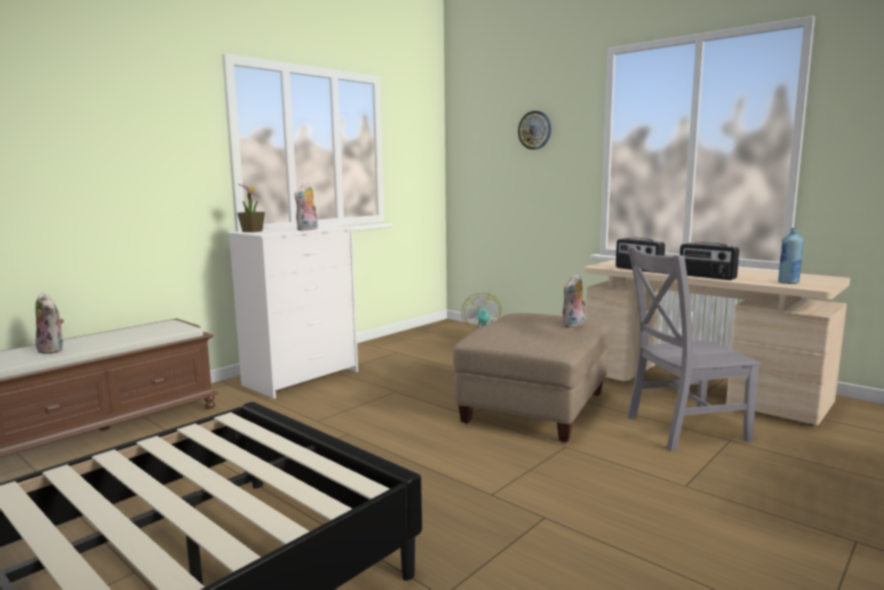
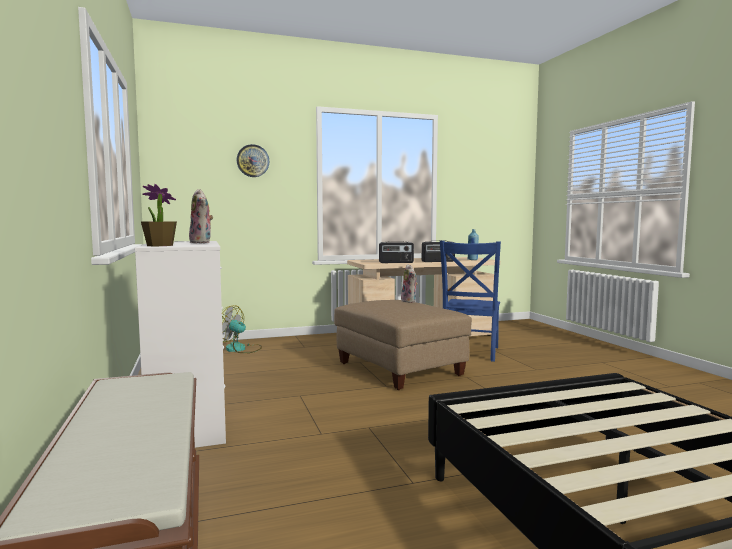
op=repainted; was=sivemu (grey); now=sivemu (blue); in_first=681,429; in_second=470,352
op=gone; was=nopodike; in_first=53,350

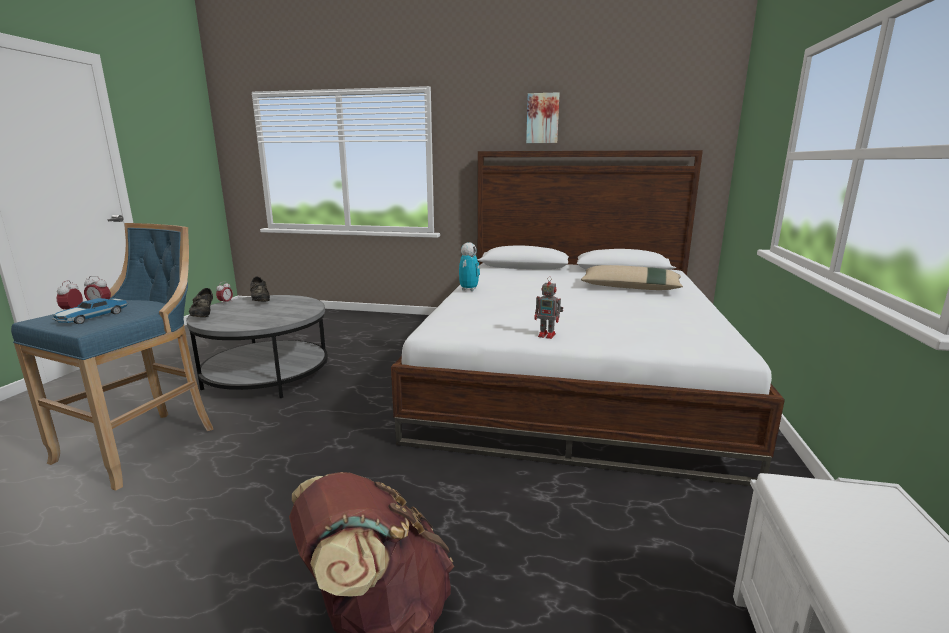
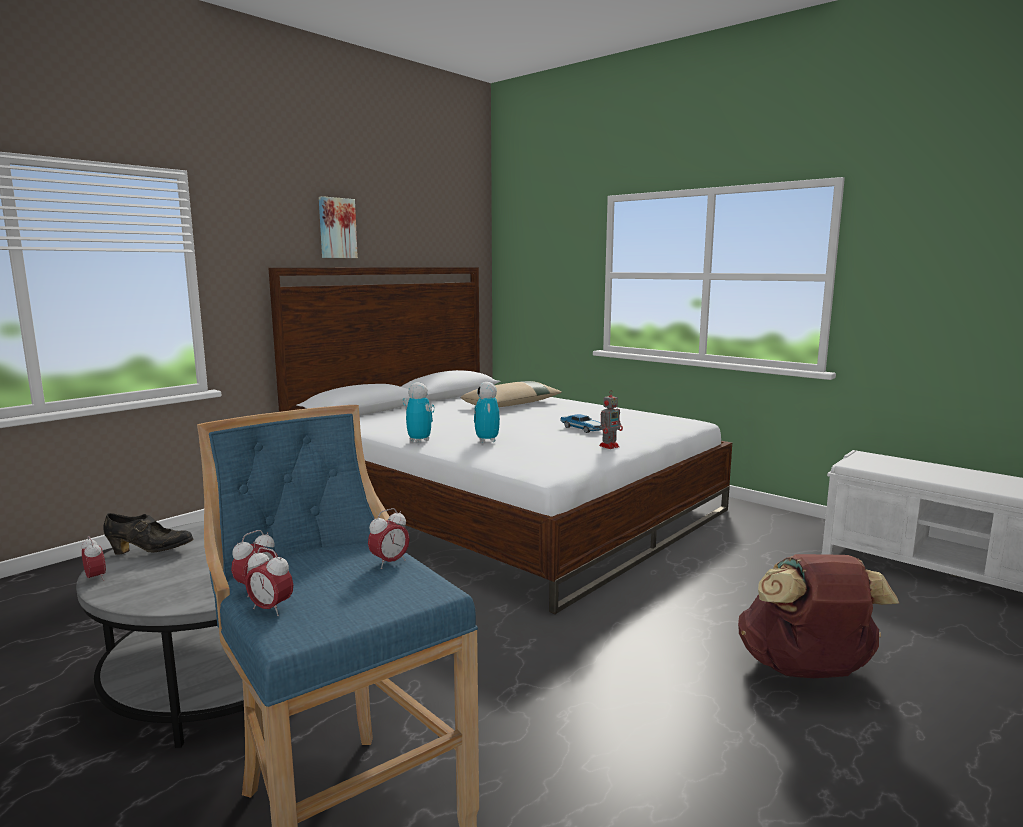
op=gone; was=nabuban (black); in_first=203,315
op=shifted; was=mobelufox; in_first=91,317; in_second=583,429
op=new; now=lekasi; in_second=487,440
op=new; now=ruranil; in_second=389,562

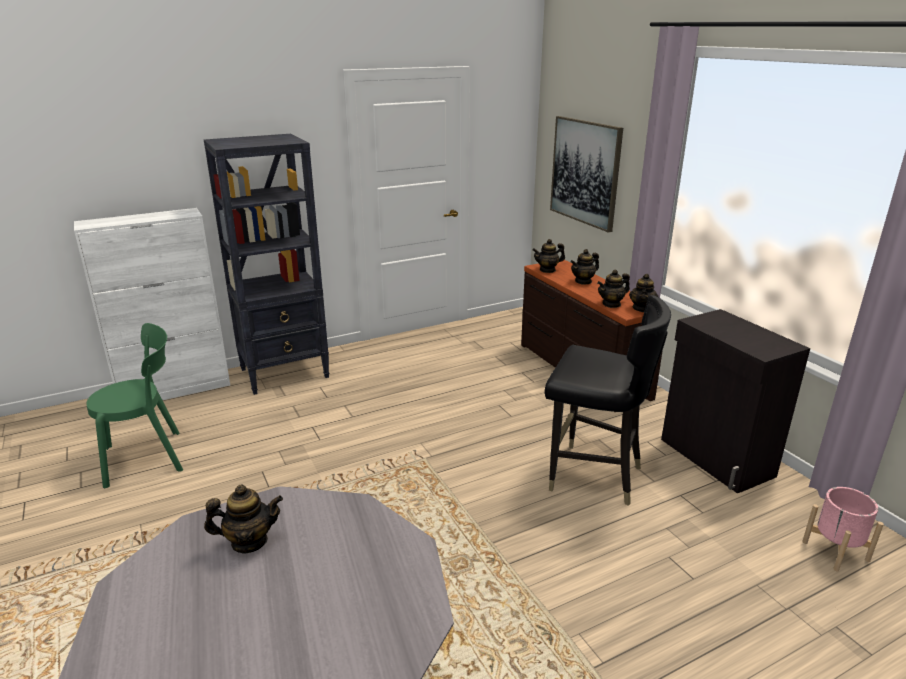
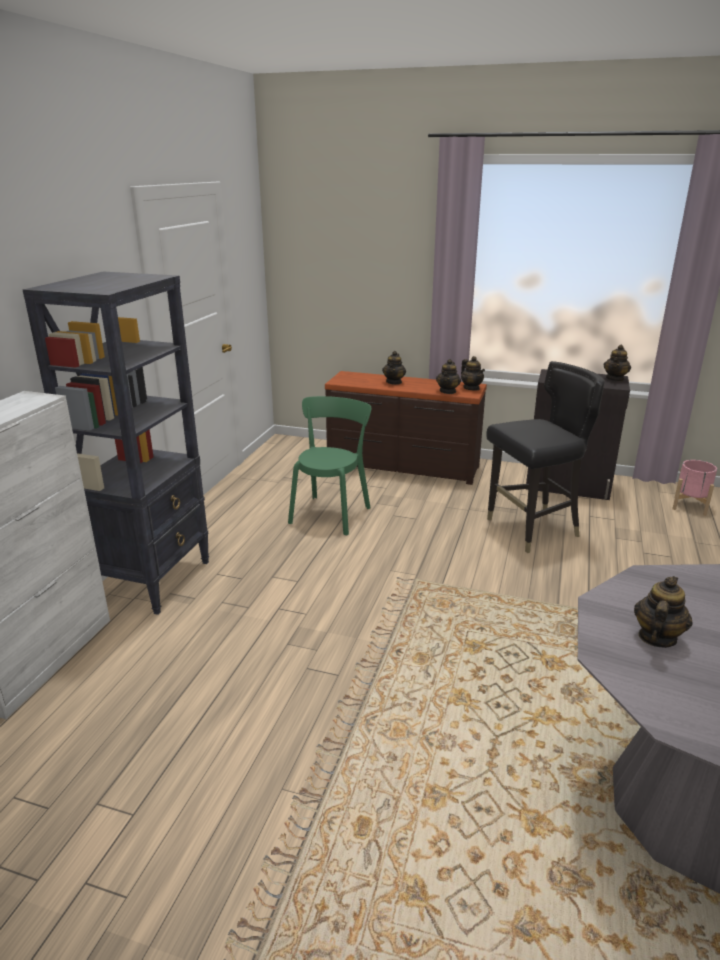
op=gone; was=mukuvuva; in_first=585,172
op=shifted; was=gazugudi; in_first=547,270; in_second=615,379
op=shifted; was=sivemu (green); in_first=149,457; in_second=331,513

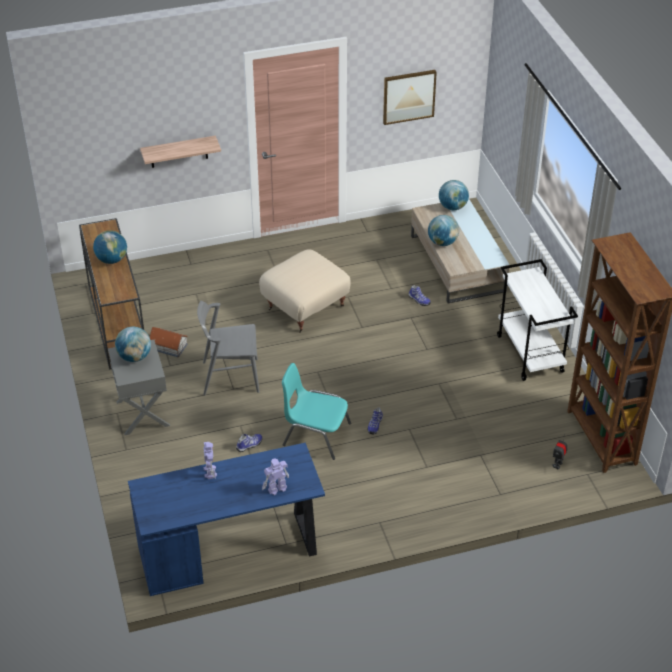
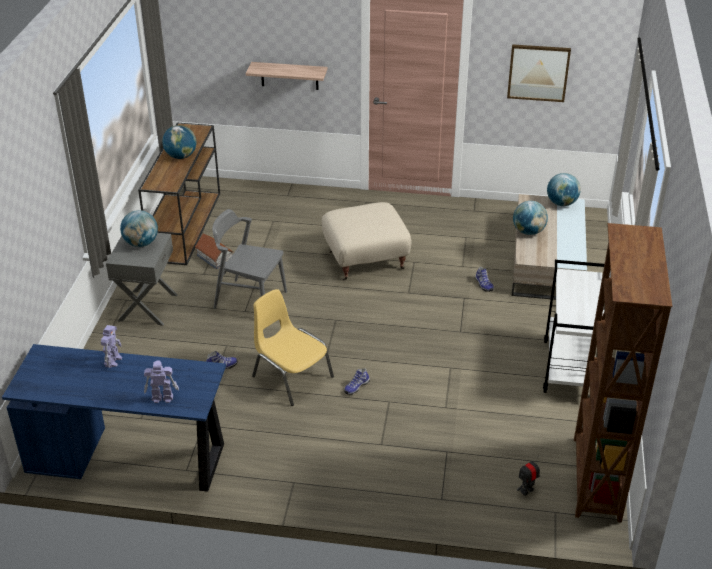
op=repainted; was=sivemu (turquoise); now=sivemu (yellow); in_first=315,434; in_second=291,376

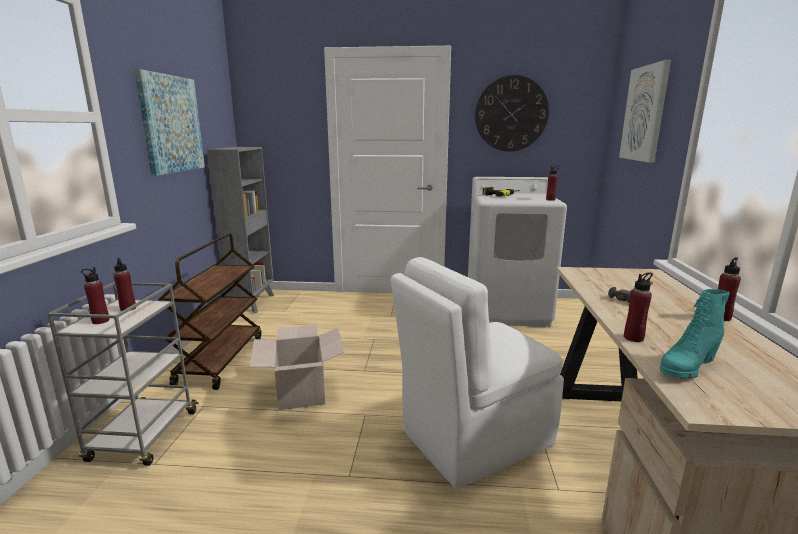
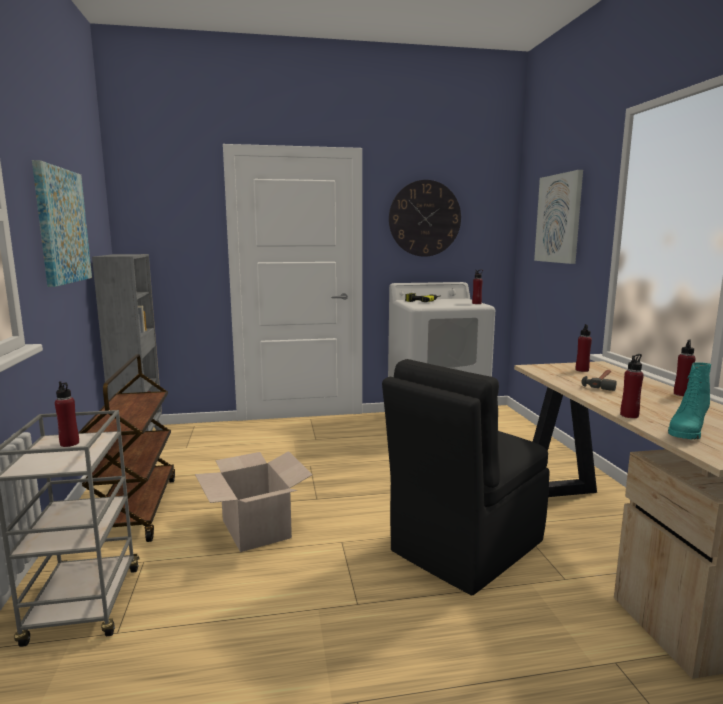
op=repainted; was=sivemu (white); now=sivemu (black); in_first=473,439; in_second=464,547
op=shifted; was=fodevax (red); in_first=100,321; in_second=582,370

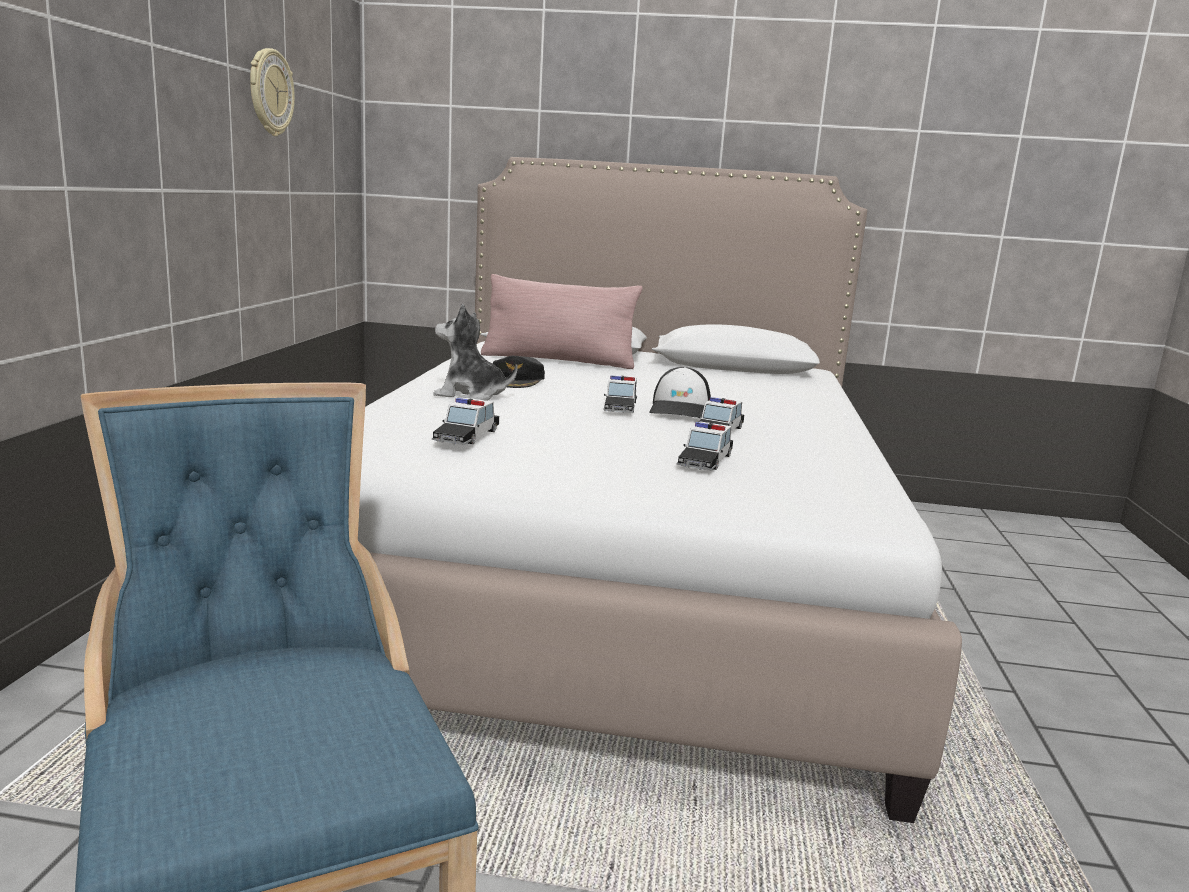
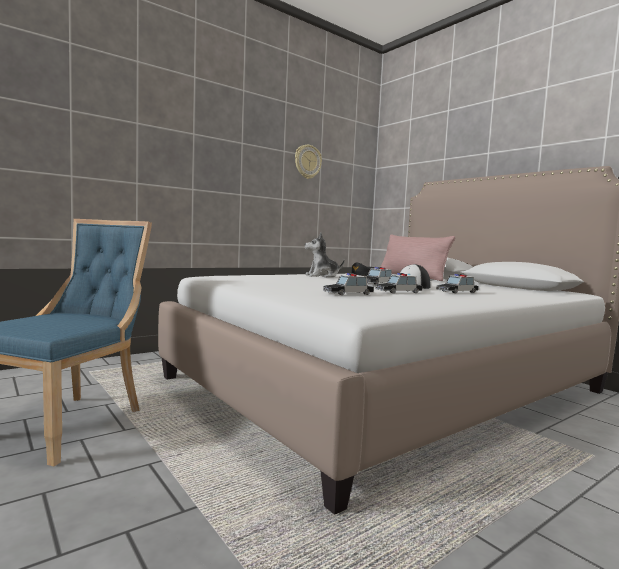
op=rotated; was=nopodike; in_first=471,396; in_second=322,276; clockwise=-75
op=shifted; was=mobelufox; in_first=466,436; in_second=457,292

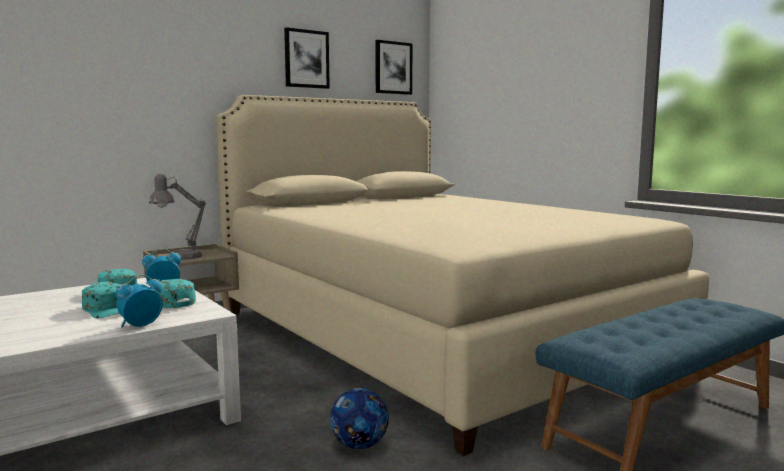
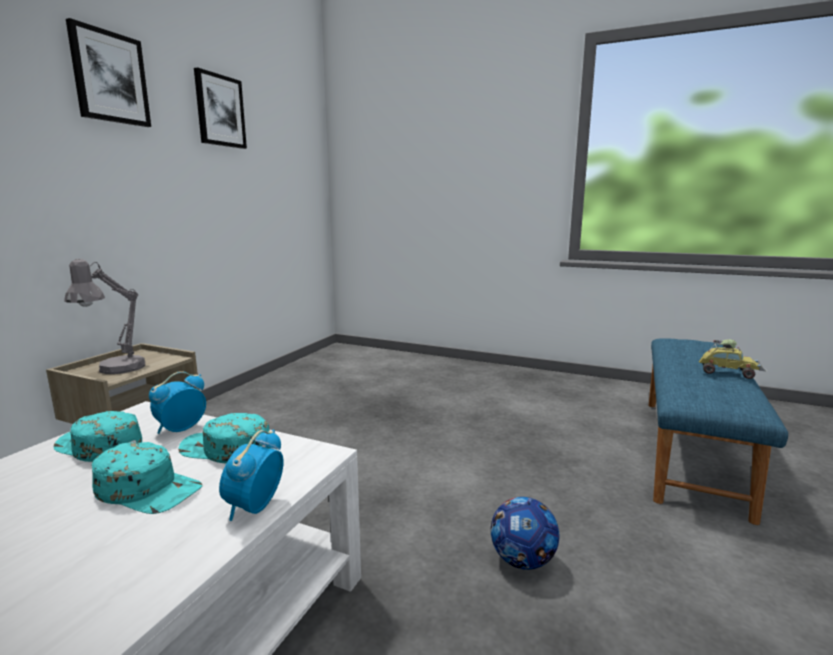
op=shifted; was=mukuvuva; in_first=393,68; in_second=110,77
op=gone; was=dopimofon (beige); in_first=433,334
op=new; now=mobelufox; in_second=728,371

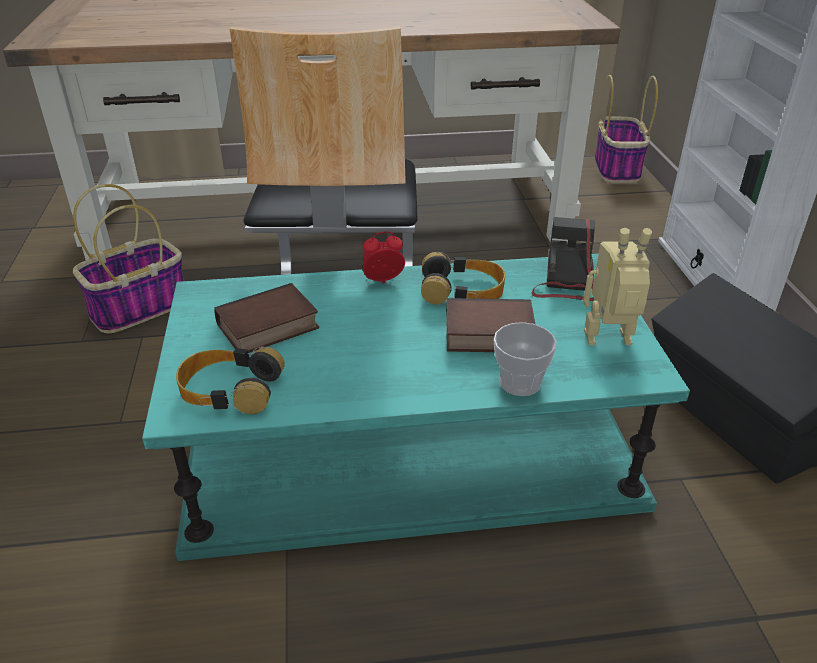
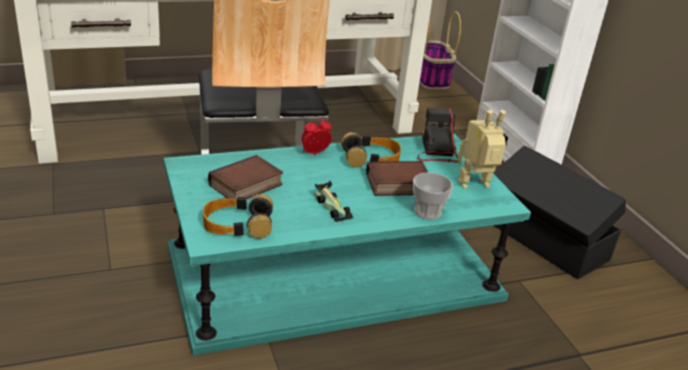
op=gone; was=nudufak; in_first=140,307
op=new; now=mobelufox; in_second=331,206

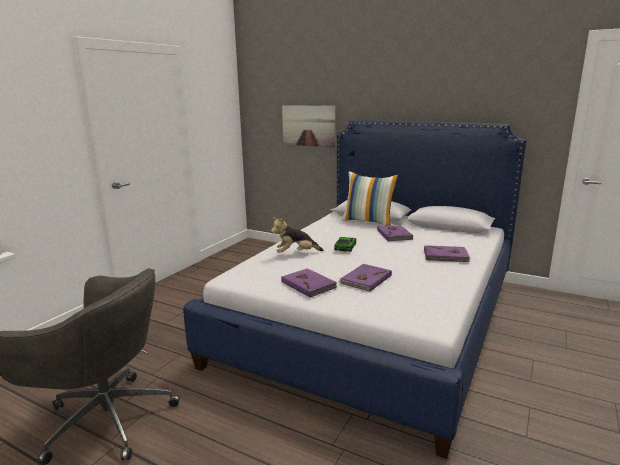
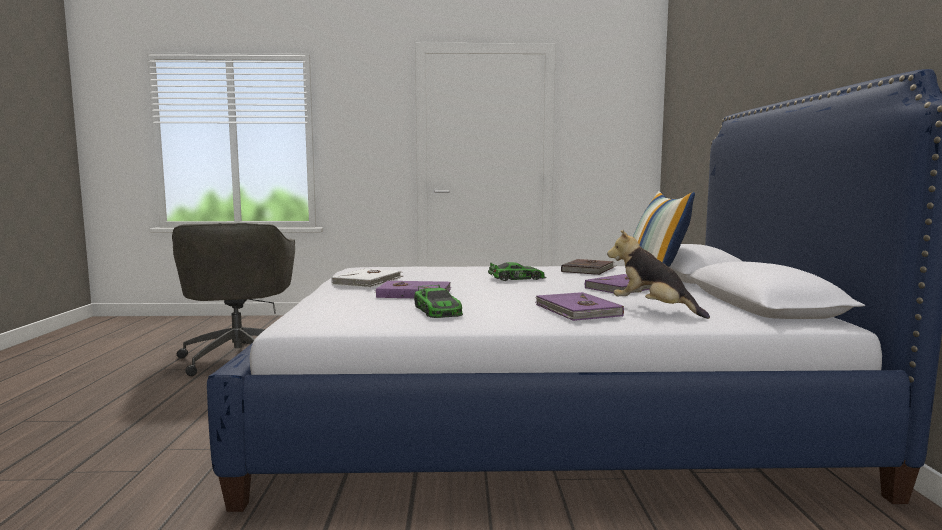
op=gone; was=mukuvuva; in_first=308,125
op=shifted; was=nopodike; in_first=296,254; in_second=653,310
op=repainted; was=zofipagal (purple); now=zofipagal (white); in_first=309,284; in_second=368,281
op=new; now=zofipagal (brown); in_second=589,269
op=new; now=mobelufox; in_second=437,310

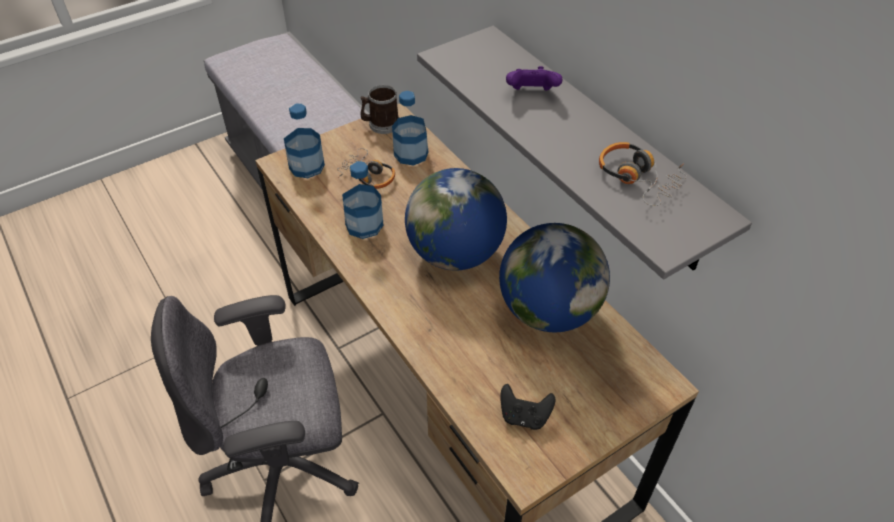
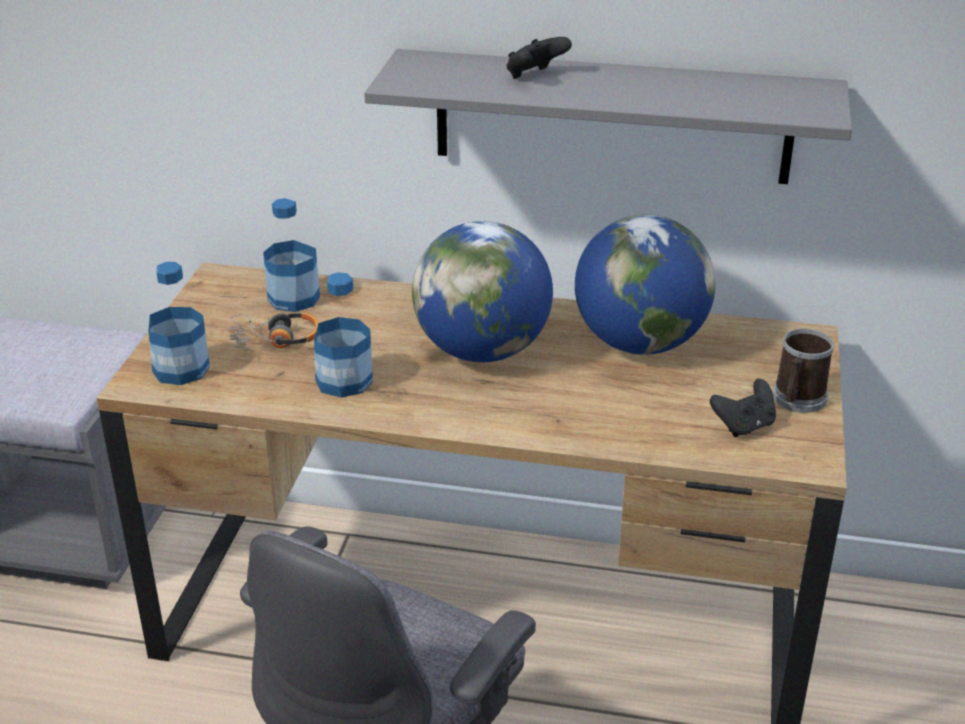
op=repainted; was=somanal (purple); now=somanal (black); in_first=531,94; in_second=535,76
op=shifted; was=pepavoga; in_first=380,124; in_second=797,400
op=gone; was=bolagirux; in_first=638,178

